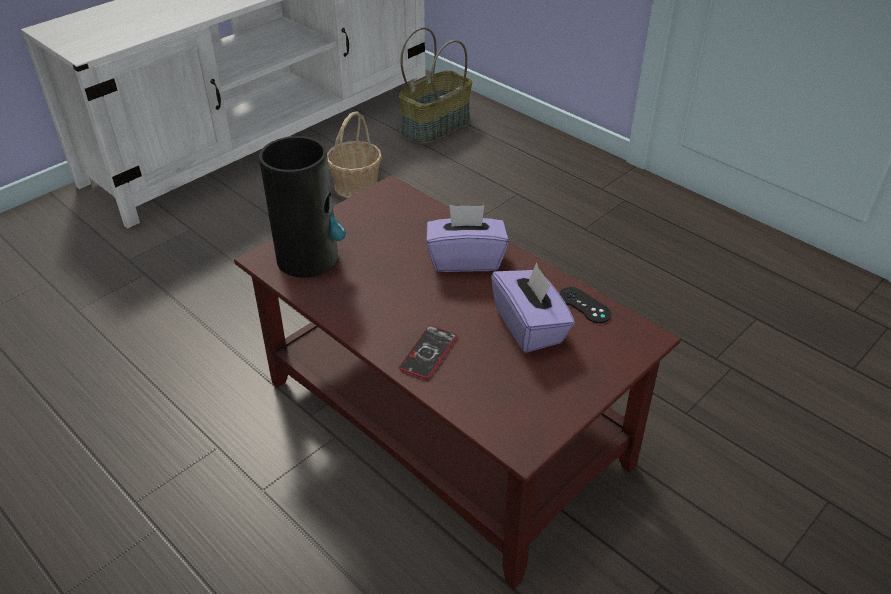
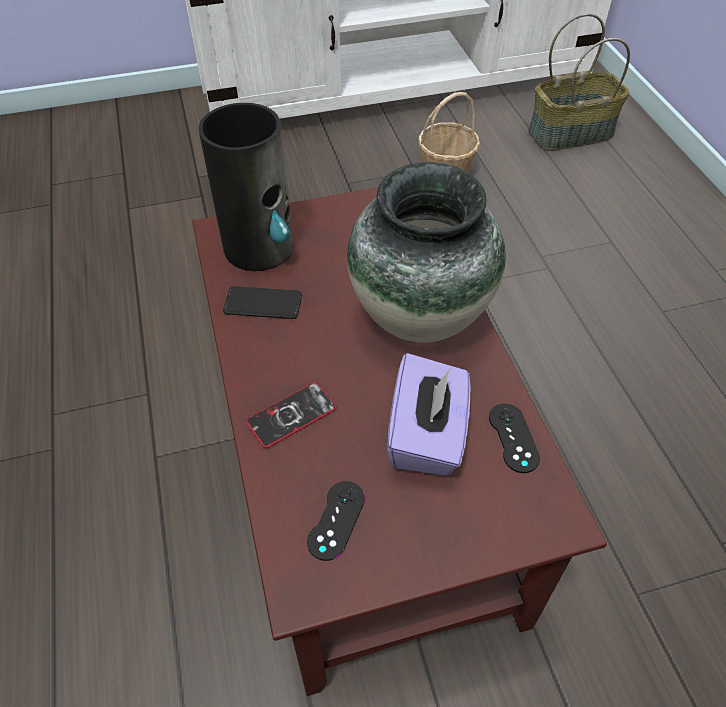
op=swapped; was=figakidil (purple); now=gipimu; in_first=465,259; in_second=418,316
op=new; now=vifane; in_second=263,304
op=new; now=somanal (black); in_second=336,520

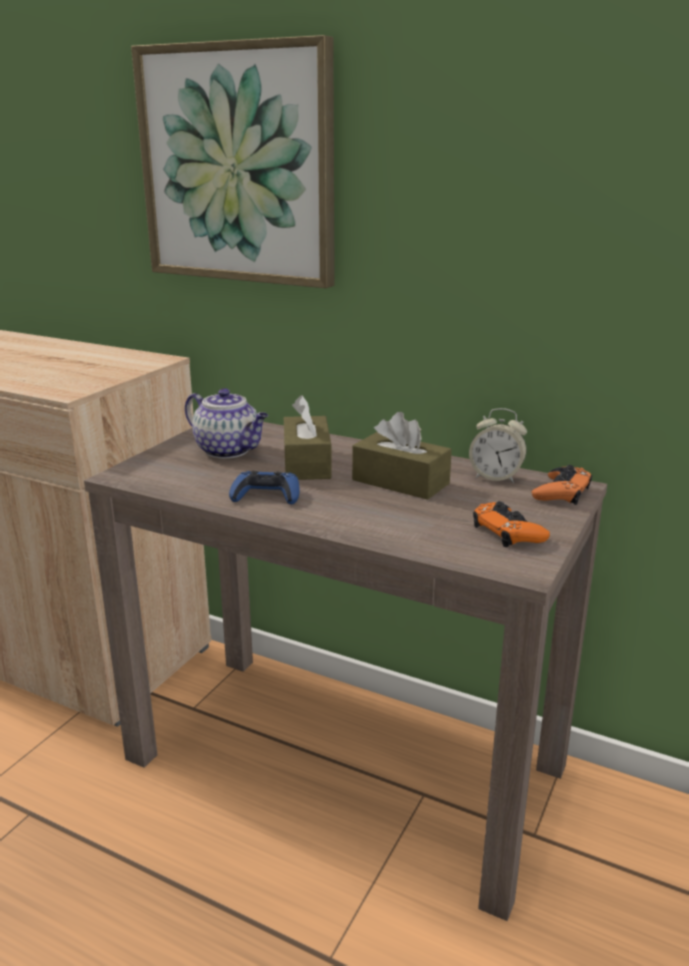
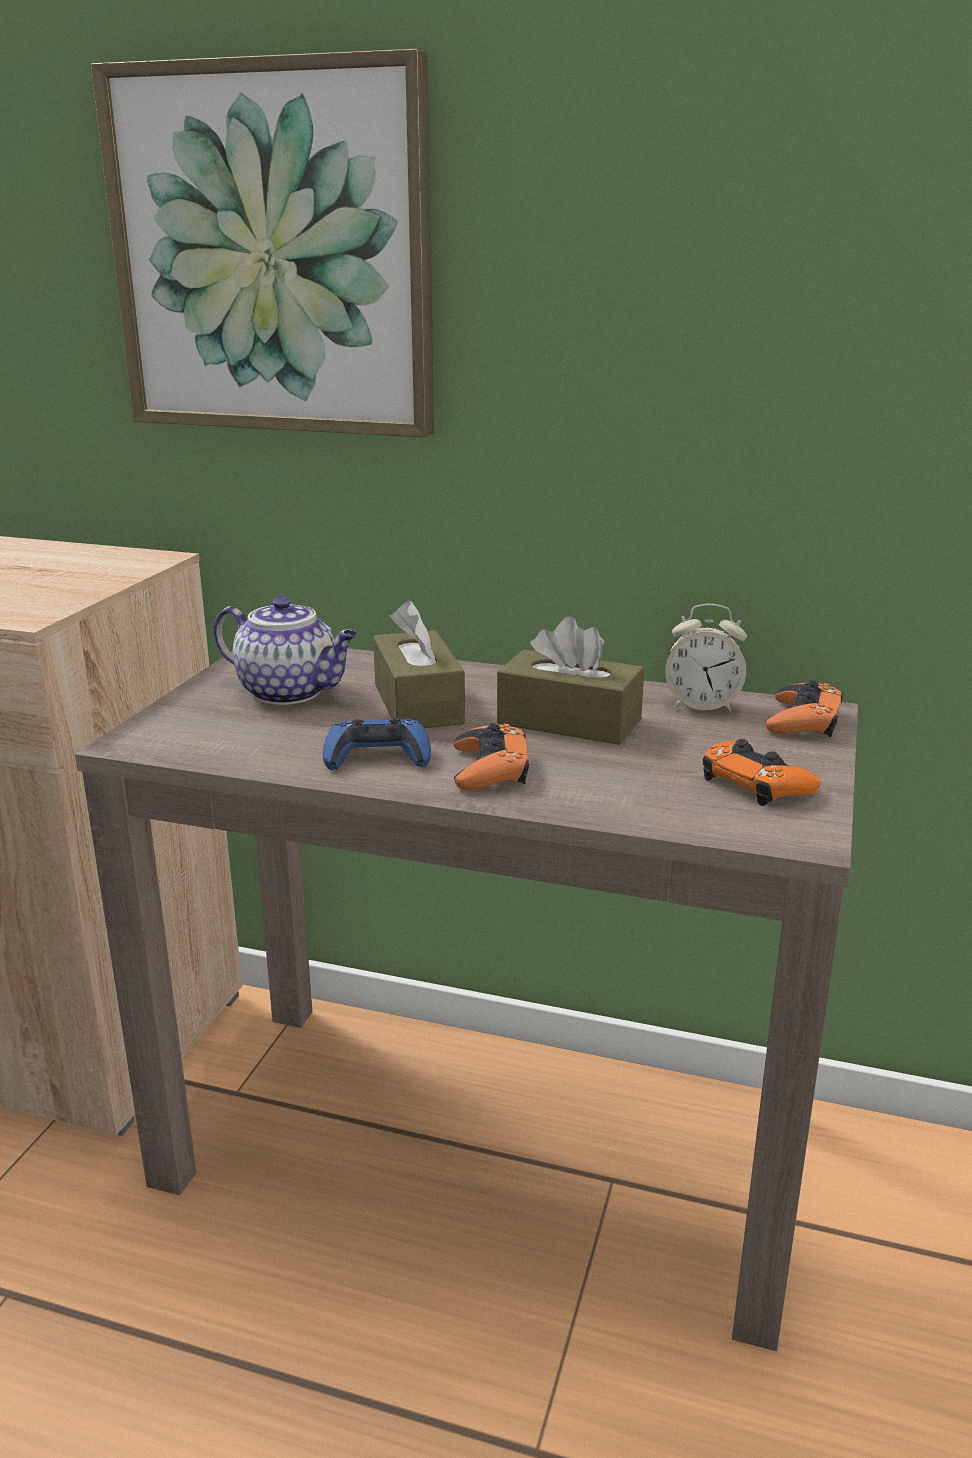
op=new; now=somanal (orange); in_second=490,769

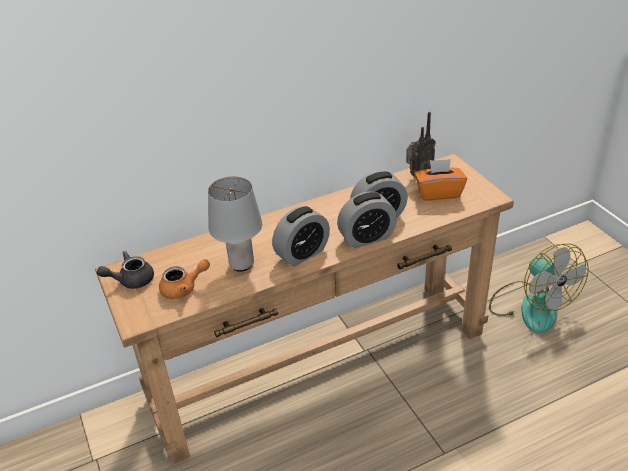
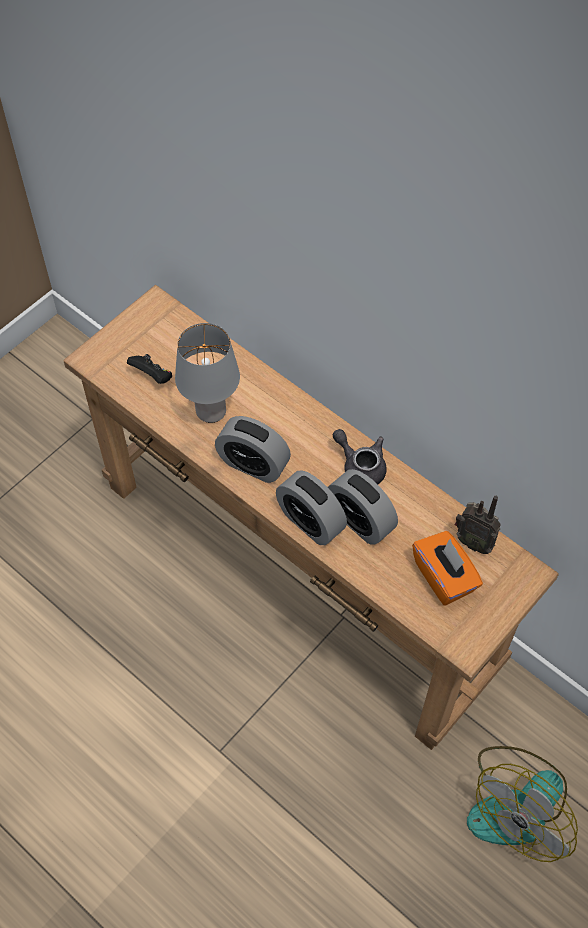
op=shifted; was=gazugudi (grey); in_first=131,280; in_second=360,466
op=swapped; was=gazugudi (orange); now=somanal (black); in_first=184,288; in_second=152,376

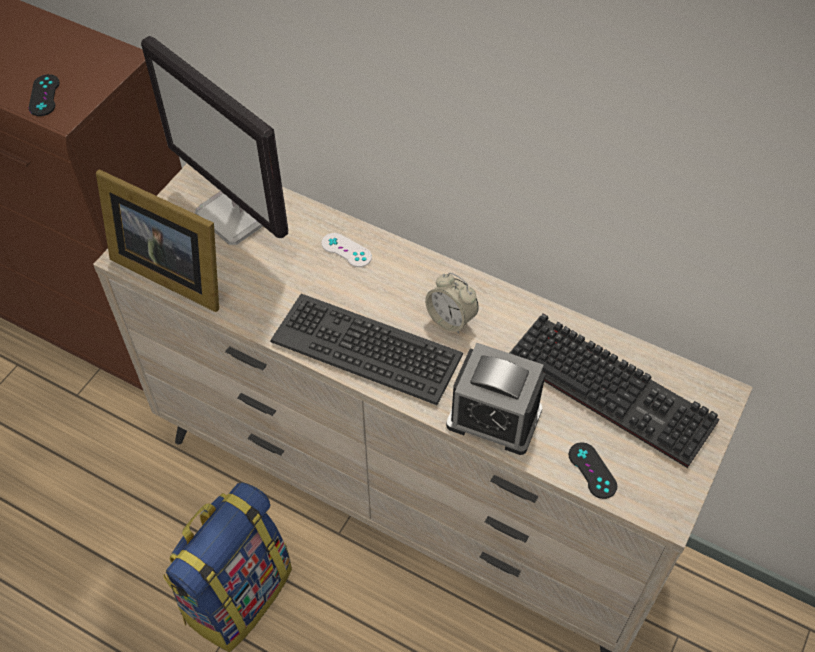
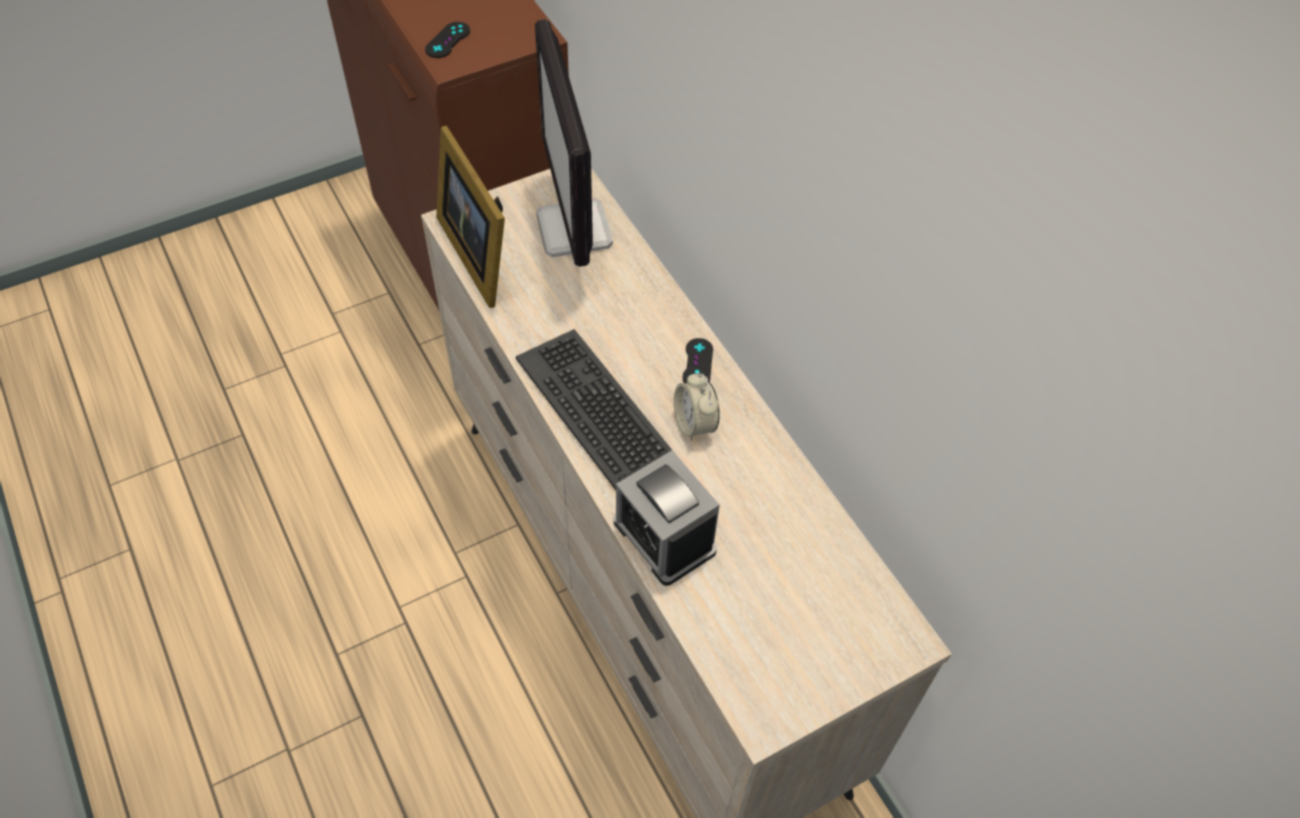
op=gone; was=somanal (white); in_first=346,250
op=gone; was=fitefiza; in_first=615,389
op=shifted; was=somanal (black); in_first=592,470; in_second=697,364
op=gone; was=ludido; in_first=237,593

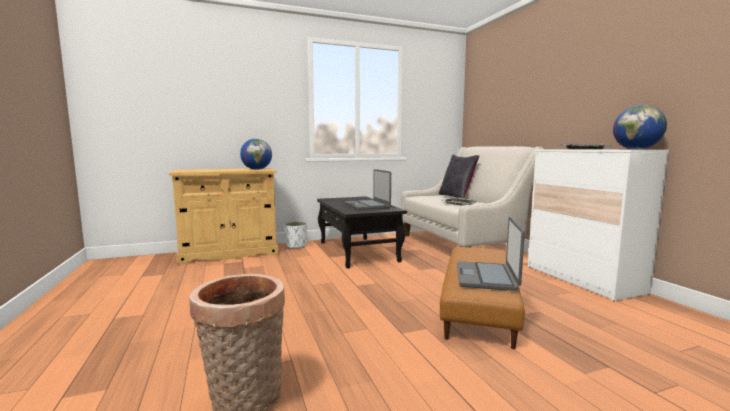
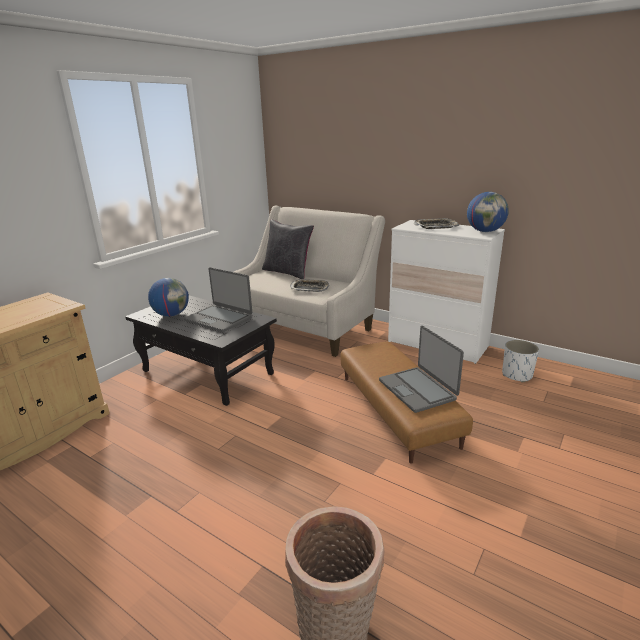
op=shifted; was=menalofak; in_first=257,169; in_second=171,314
op=shifted; was=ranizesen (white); in_first=296,246; in_second=517,375

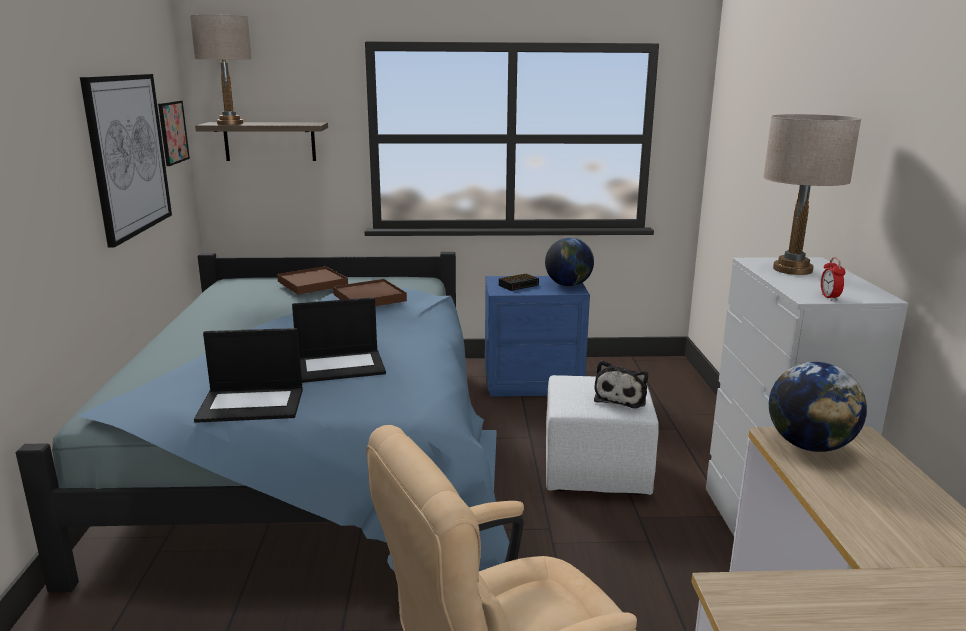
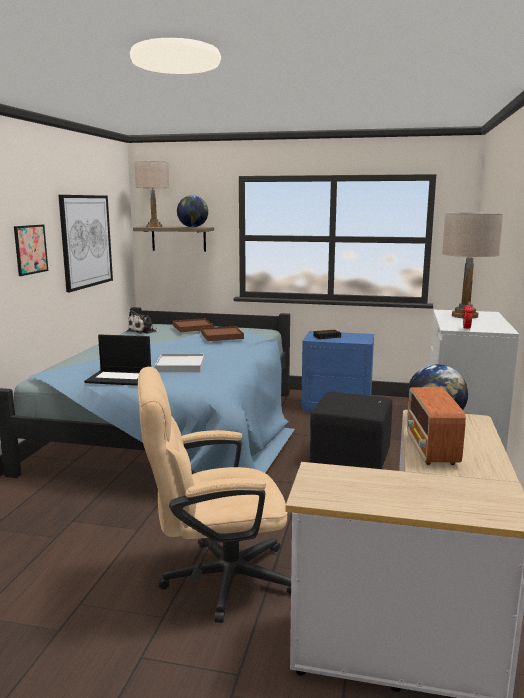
op=shifted; was=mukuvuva; in_first=173,132; in_second=30,249
op=shifted; was=menalofak; in_first=568,285; in_second=193,227
op=swapped; was=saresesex; now=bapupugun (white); in_first=341,366; in_second=180,366
op=shifted; was=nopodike; in_first=621,397; in_second=143,331
op=repainted; was=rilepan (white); now=rilepan (black); in_first=597,471; in_second=352,458
op=new; now=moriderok; in_second=431,450

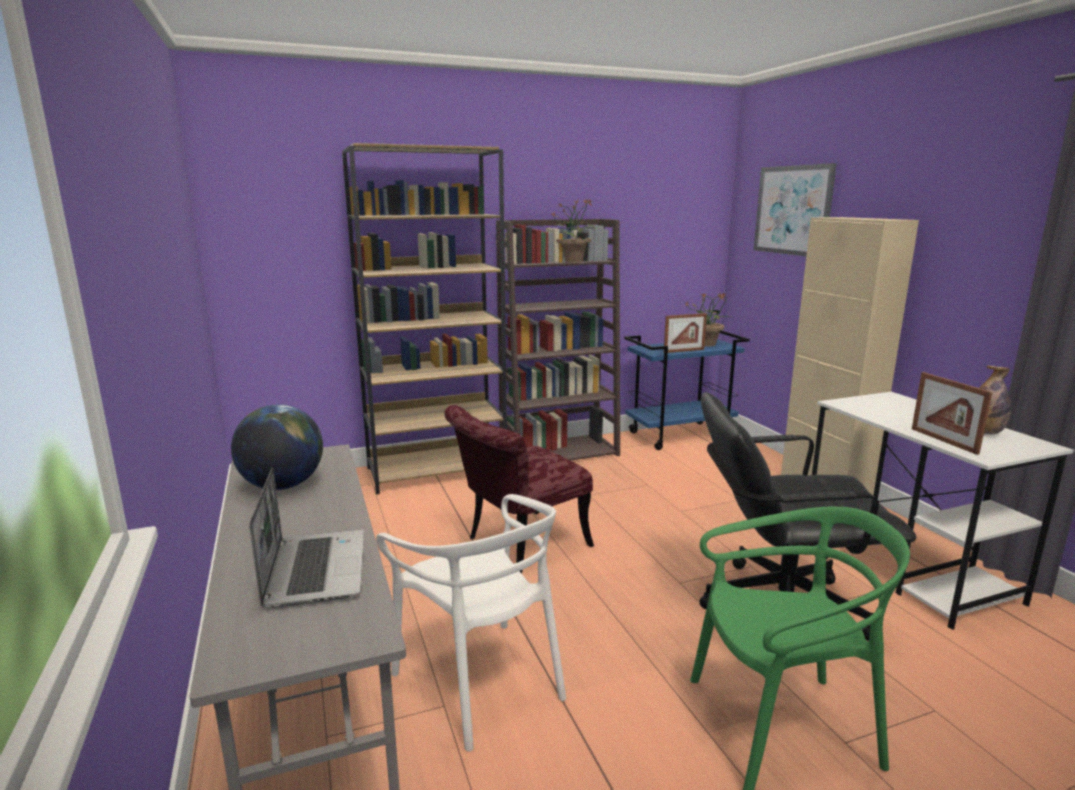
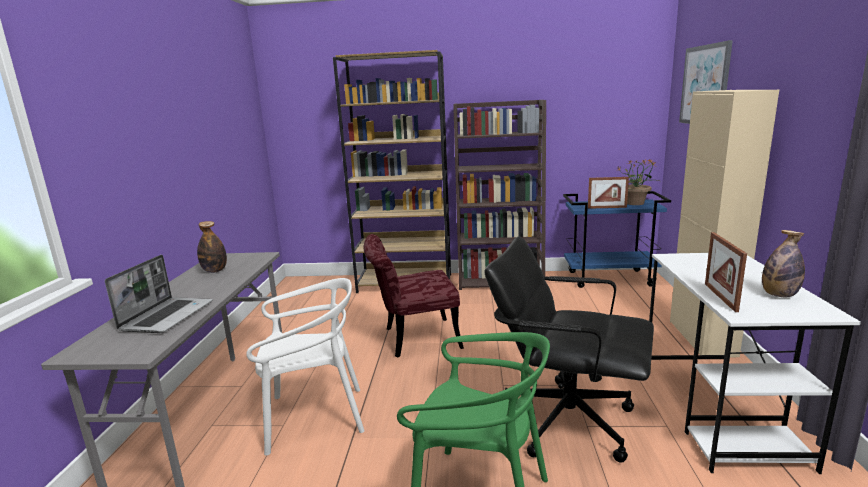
op=gone; was=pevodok; in_first=572,261
op=swapped; was=menalofak; now=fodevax; in_first=282,485; in_second=215,271
op=rotated; was=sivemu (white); in_first=480,681; in_second=314,417; clockwise=-90

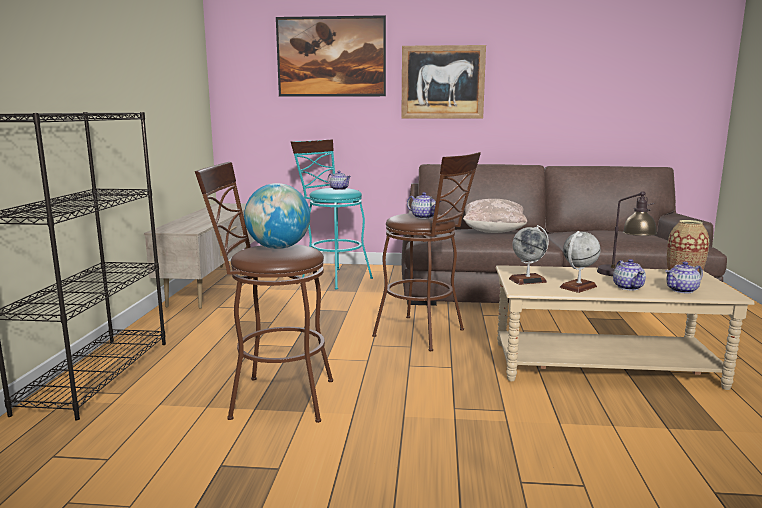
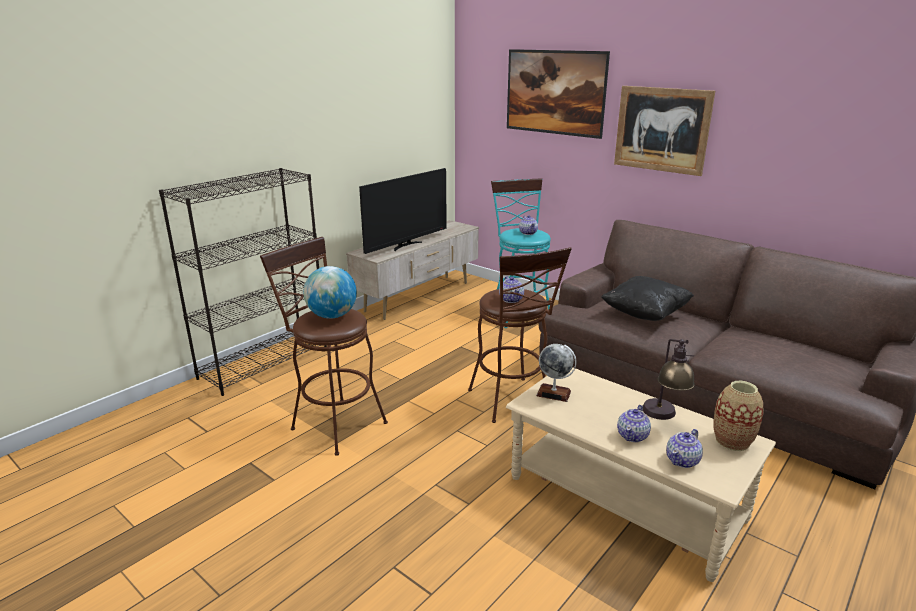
op=repainted; was=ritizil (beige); now=ritizil (black); in_first=493,231; in_second=645,314
op=gone; was=menalofak; in_first=578,287
op=rotated; was=gazugudi; in_first=682,290; in_second=683,460; clockwise=-60
op=new; now=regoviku; in_second=406,245

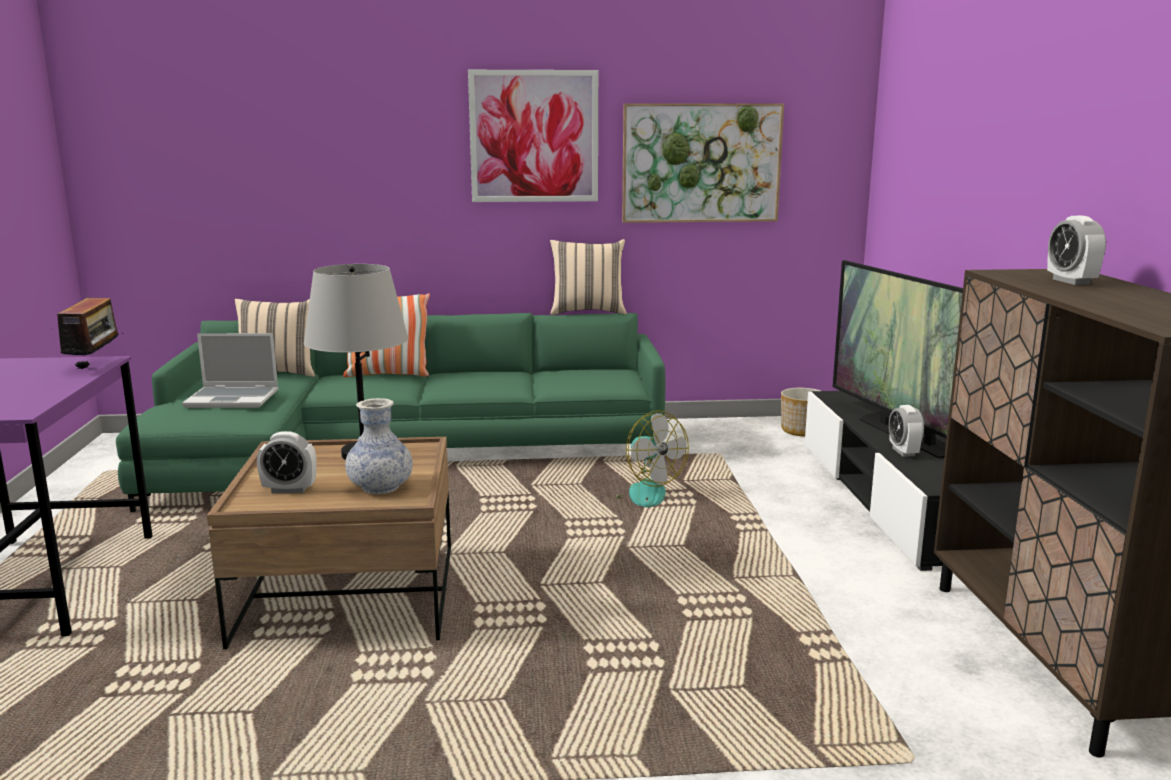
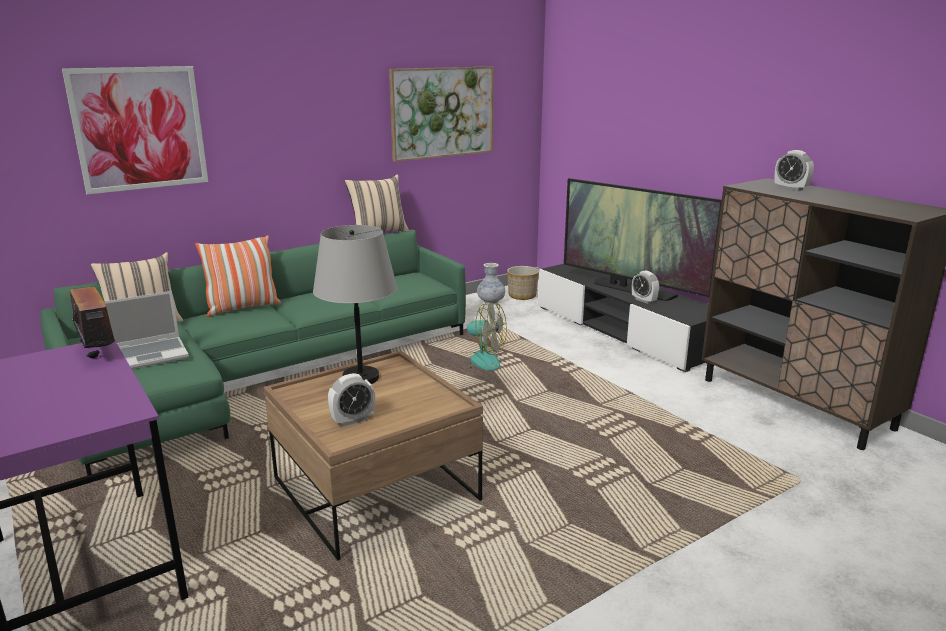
op=shifted; was=mukuvuva; in_first=534,136; in_second=139,129
op=shifted; was=gipimu; in_first=380,488; in_second=490,301

